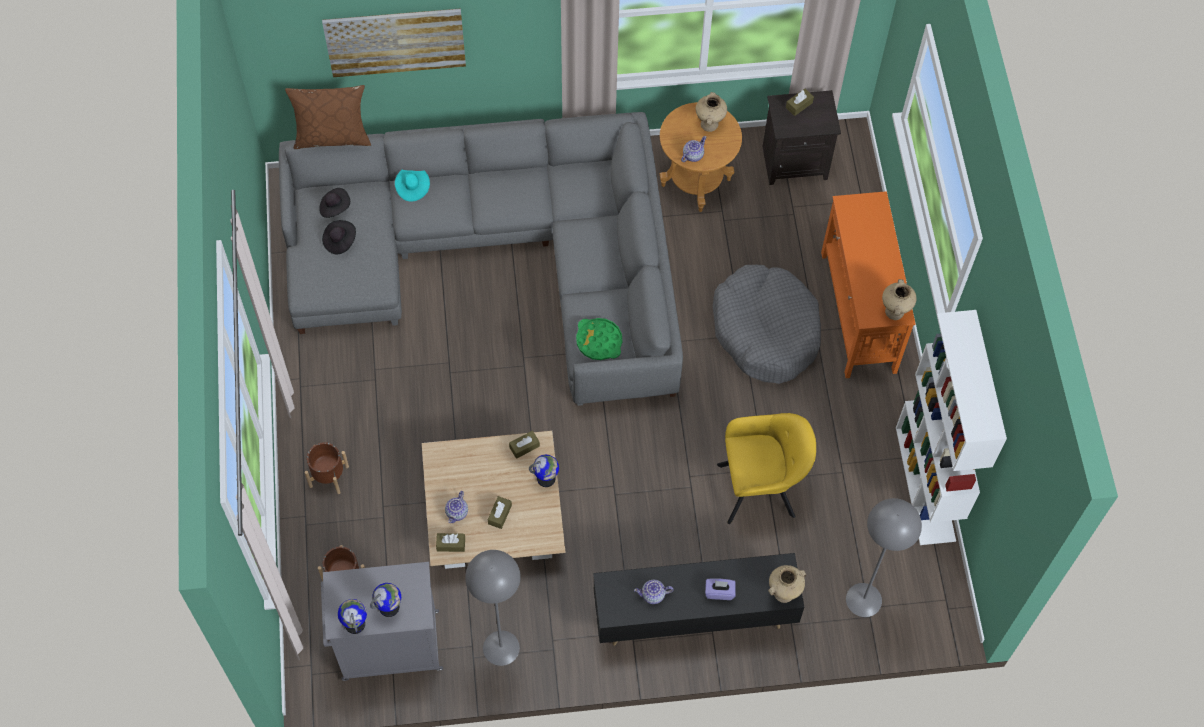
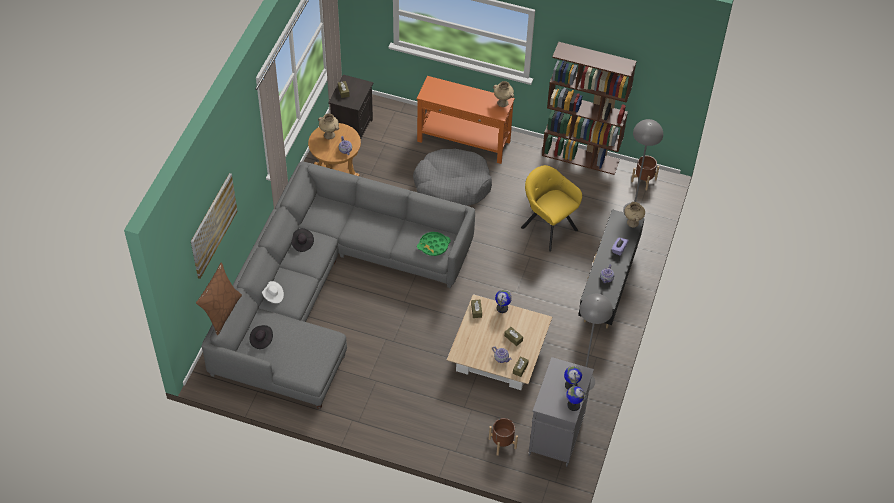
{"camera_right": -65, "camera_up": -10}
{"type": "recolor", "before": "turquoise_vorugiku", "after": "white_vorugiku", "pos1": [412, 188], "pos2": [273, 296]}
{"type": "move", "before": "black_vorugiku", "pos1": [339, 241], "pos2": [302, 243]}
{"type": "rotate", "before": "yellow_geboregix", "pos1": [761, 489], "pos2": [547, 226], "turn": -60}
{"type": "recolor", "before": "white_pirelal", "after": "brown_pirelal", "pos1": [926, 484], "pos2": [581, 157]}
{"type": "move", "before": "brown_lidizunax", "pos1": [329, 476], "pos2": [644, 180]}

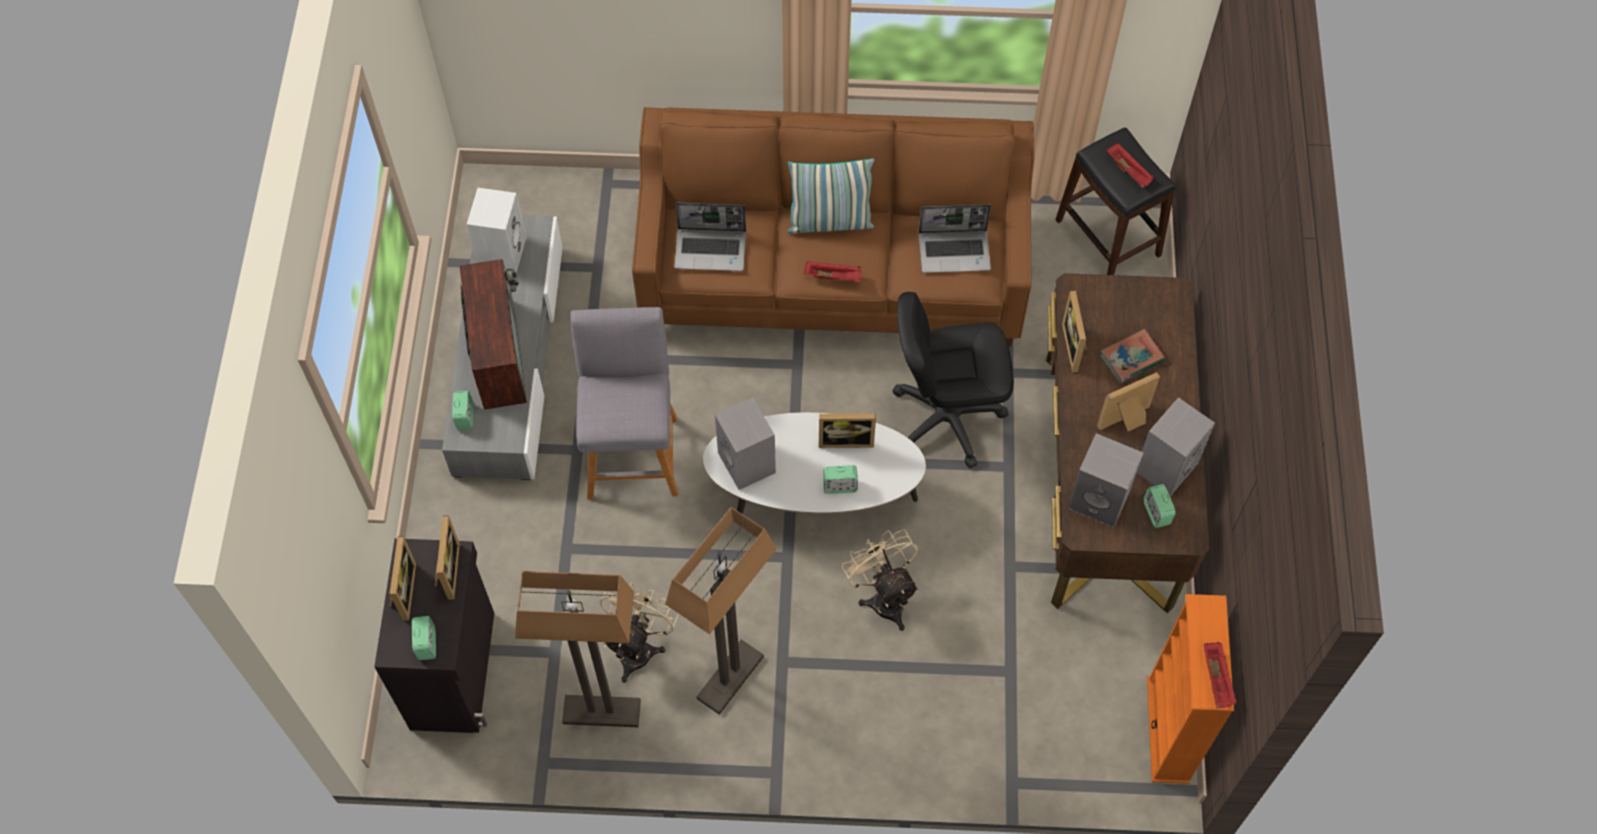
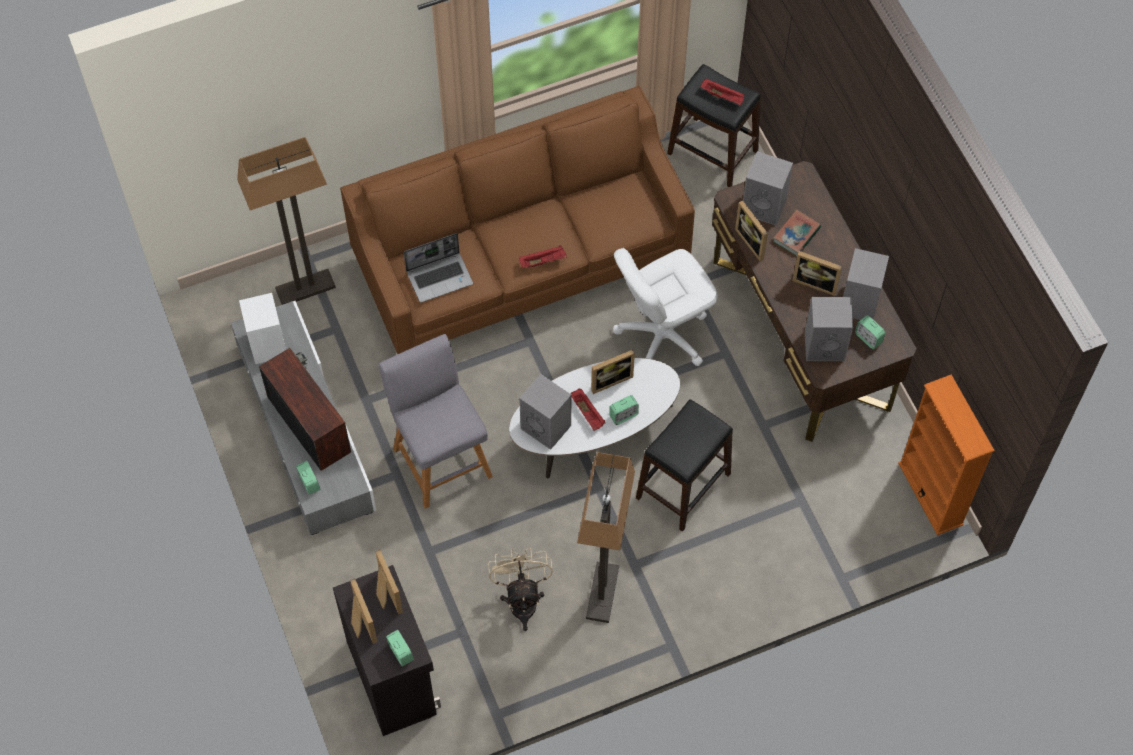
{"camera_right": -25, "camera_up": 0}
{"type": "move", "before": "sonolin", "pos1": [602, 711], "pos2": [305, 288]}
{"type": "move", "before": "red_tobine", "pos1": [1217, 680], "pos2": [588, 413]}
{"type": "recolor", "before": "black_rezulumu", "after": "white_rezulumu", "pos1": [946, 417], "pos2": [662, 335]}
{"type": "replace", "before": "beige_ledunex", "after": "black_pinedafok", "pos1": [884, 596], "pos2": [684, 486]}
{"type": "insert", "after": "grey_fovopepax", "pos2": [765, 206]}
{"type": "rotate", "before": "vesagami", "pos1": [1126, 422], "pos2": [816, 282], "turn": -105}
{"type": "delete", "before": "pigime", "pos1": [830, 222]}
{"type": "delete", "before": "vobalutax", "pos1": [955, 251]}

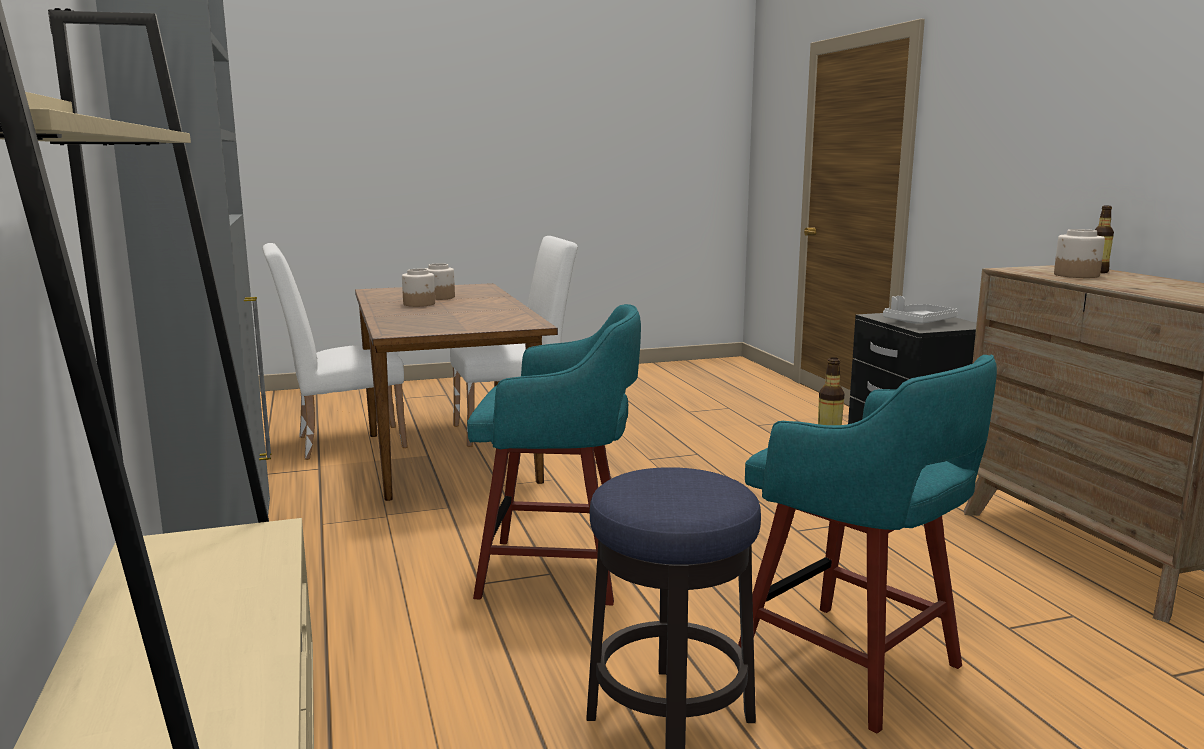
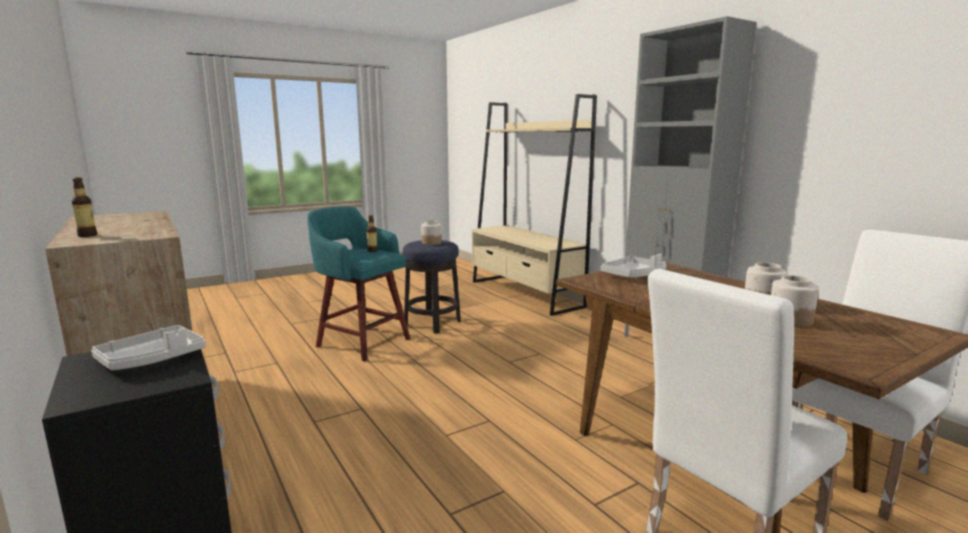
{"camera_right": 165, "camera_up": 0}
{"type": "move", "before": "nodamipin", "pos1": [1077, 275], "pos2": [431, 243]}
{"type": "insert", "after": "grey_tobine", "pos2": [633, 275]}
{"type": "delete", "before": "turquoise_pinedafok", "pos1": [559, 571]}

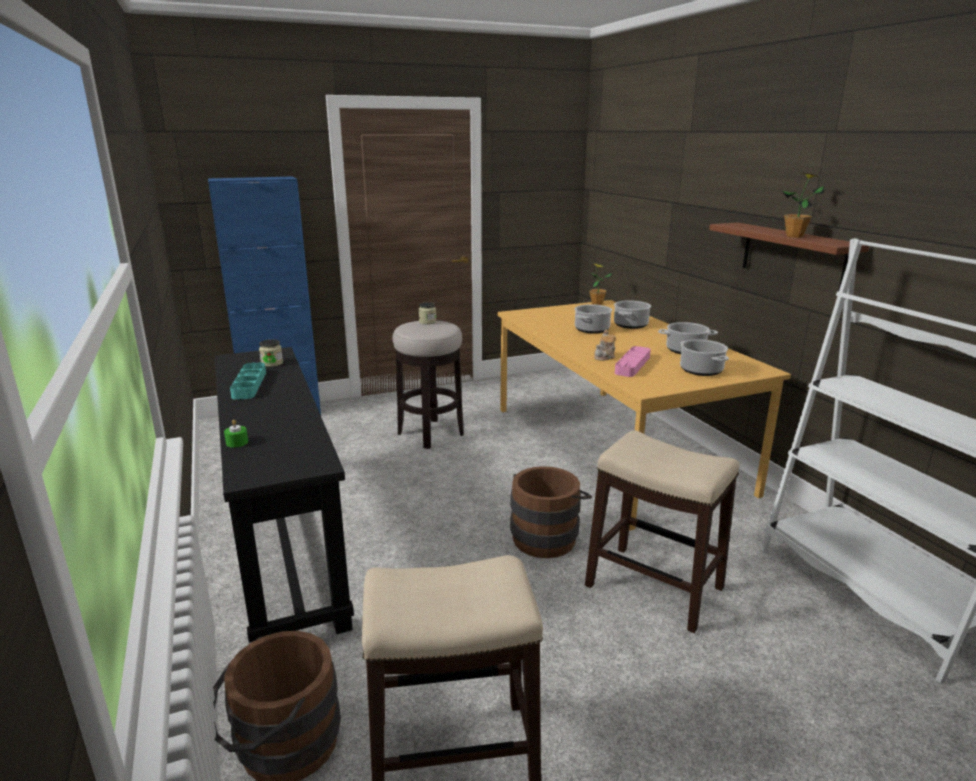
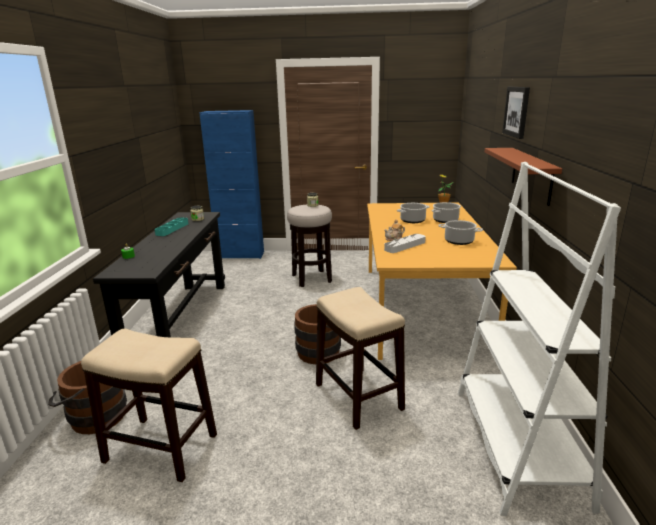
{"camera_right": 25, "camera_up": 0}
{"type": "recolor", "before": "pink_tobine", "after": "grey_tobine", "pos1": [632, 365], "pos2": [405, 246]}
{"type": "insert", "after": "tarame", "pos2": [517, 111]}
{"type": "delete", "before": "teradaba", "pos1": [700, 370]}
{"type": "delete", "before": "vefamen", "pos1": [794, 236]}

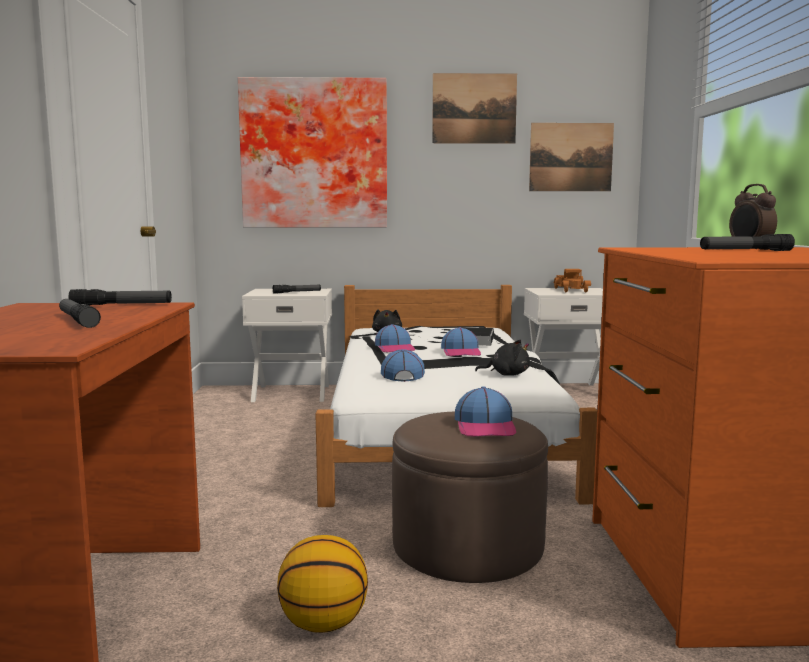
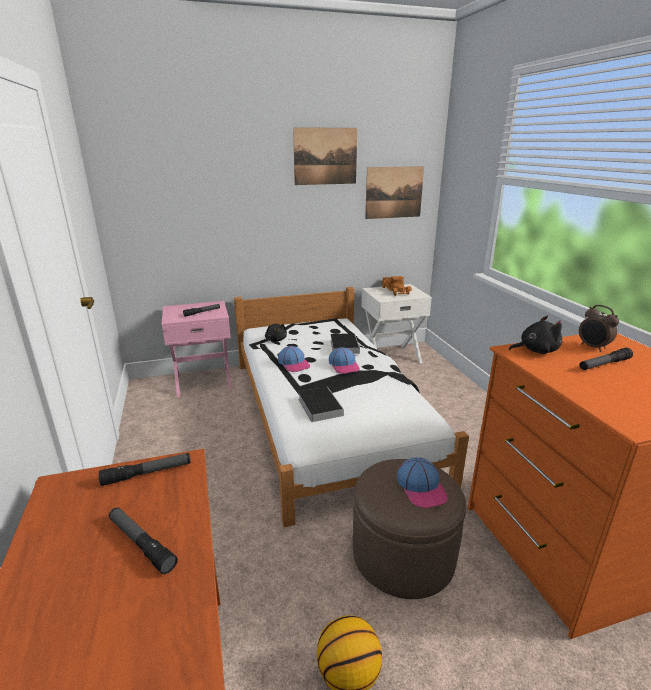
{"camera_right": -15, "camera_up": 15}
{"type": "recolor", "before": "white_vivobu", "after": "pink_vivobu", "pos1": [291, 393], "pos2": [203, 381]}
{"type": "replace", "before": "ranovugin", "after": "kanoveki", "pos1": [401, 374], "pos2": [319, 406]}
{"type": "move", "before": "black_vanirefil", "pos1": [506, 374], "pos2": [535, 350]}
{"type": "delete", "before": "tarame", "pos1": [314, 154]}

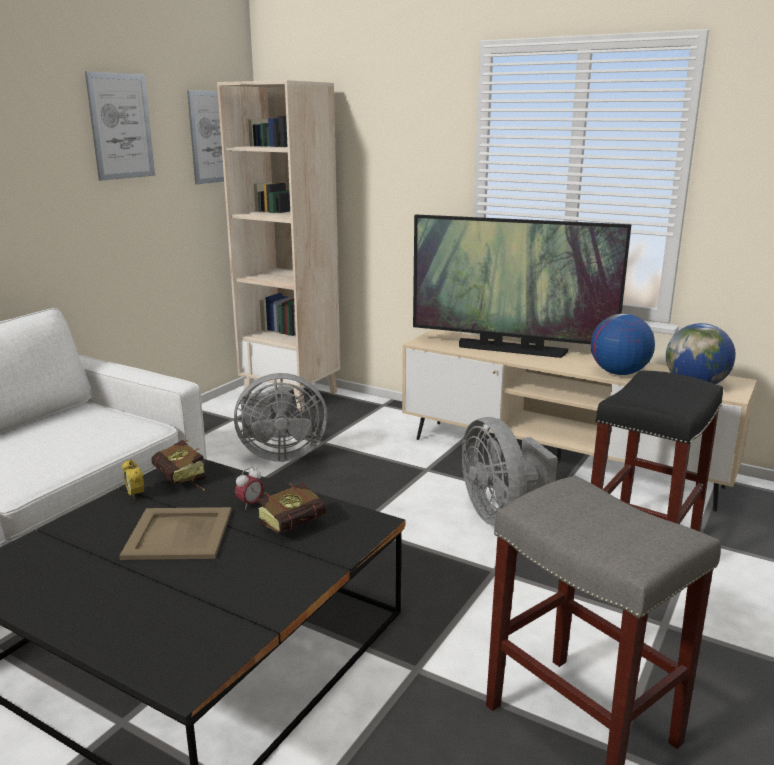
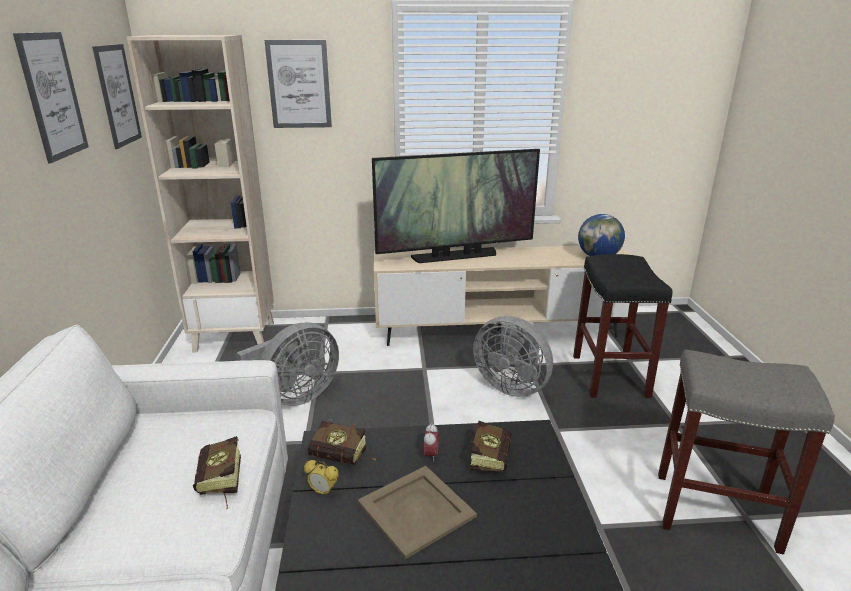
{"camera_right": -35, "camera_up": 5}
{"type": "insert", "after": "kanoveki", "pos2": [220, 485]}
{"type": "insert", "after": "tarame", "pos2": [299, 84]}
{"type": "delete", "before": "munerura", "pos1": [618, 373]}

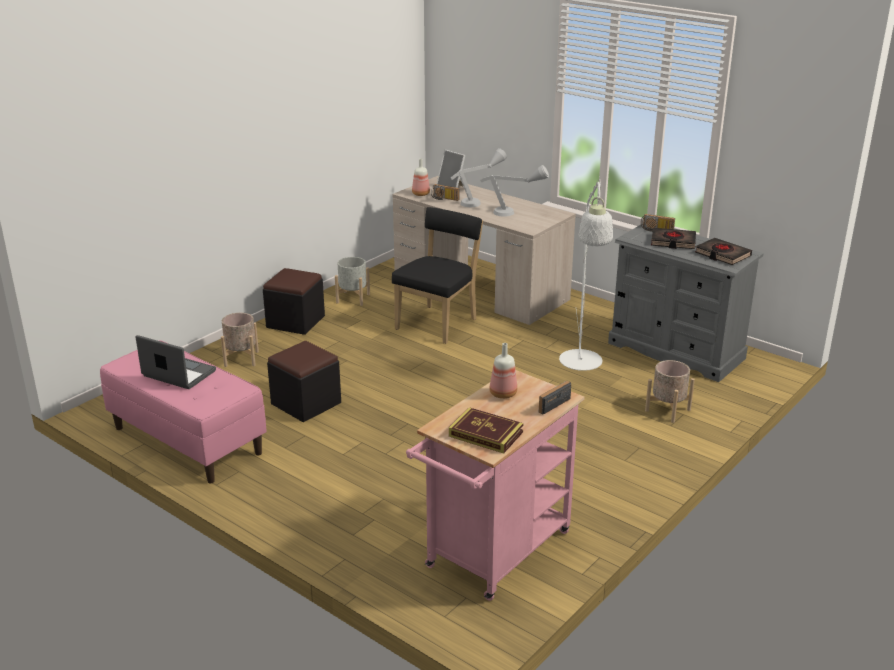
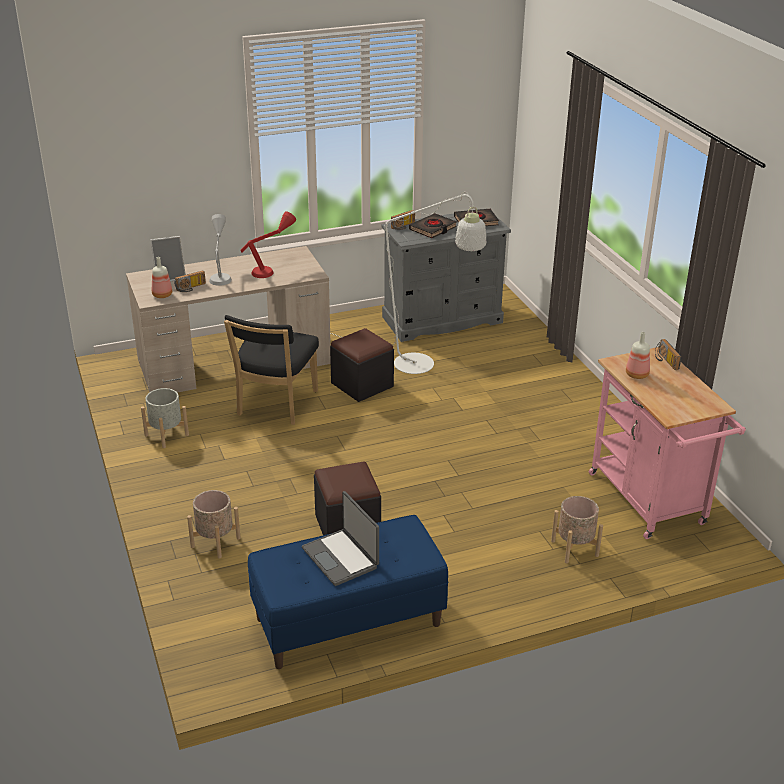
{"camera_right": -60, "camera_up": 5}
{"type": "rotate", "before": "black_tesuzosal", "pos1": [439, 323], "pos2": [275, 405], "turn": -135}
{"type": "recolor", "before": "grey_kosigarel", "after": "red_kosigarel", "pos1": [514, 213], "pos2": [271, 269]}
{"type": "recolor", "before": "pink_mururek", "after": "blue_mururek", "pos1": [186, 440], "pos2": [348, 622]}
{"type": "rotate", "before": "vobalutax", "pos1": [178, 374], "pos2": [341, 558], "turn": -90}
{"type": "move", "before": "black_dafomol", "pos1": [295, 322], "pos2": [362, 385]}
{"type": "move", "before": "beige_lidizunax", "pos1": [668, 410], "pos2": [575, 548]}
{"type": "delete", "before": "kanoveki", "pos1": [486, 434]}

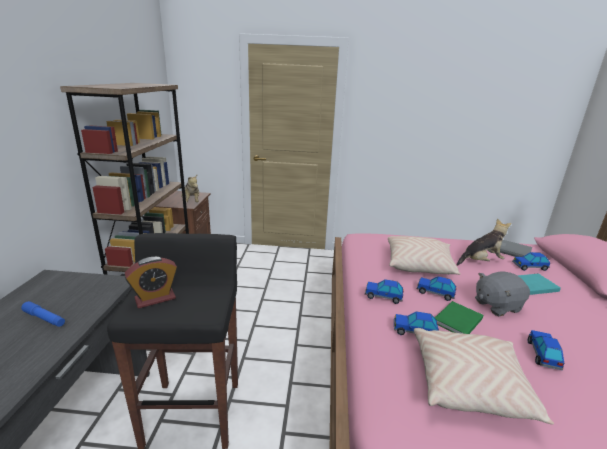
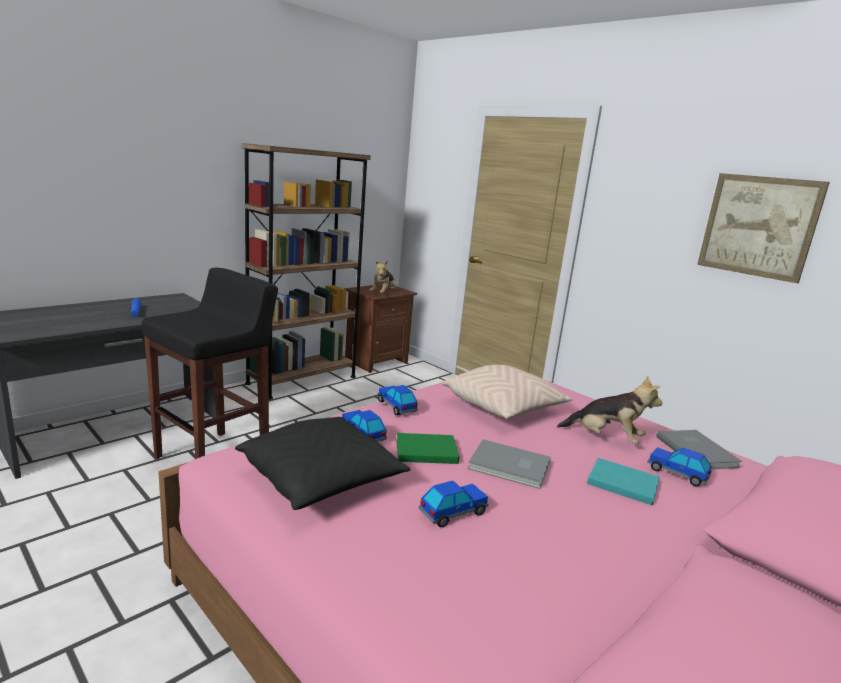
{"camera_right": 40, "camera_up": -5}
{"type": "recolor", "before": "beige_pigime", "after": "black_pigime", "pos1": [469, 384], "pos2": [321, 479]}
{"type": "replace", "before": "grey_vanirefil", "after": "grey_kanoveki", "pos1": [496, 305], "pos2": [510, 467]}
{"type": "insert", "after": "tarame", "pos2": [758, 226]}
{"type": "delete", "before": "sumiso", "pos1": [155, 298]}
{"type": "delete", "before": "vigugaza", "pos1": [435, 293]}

